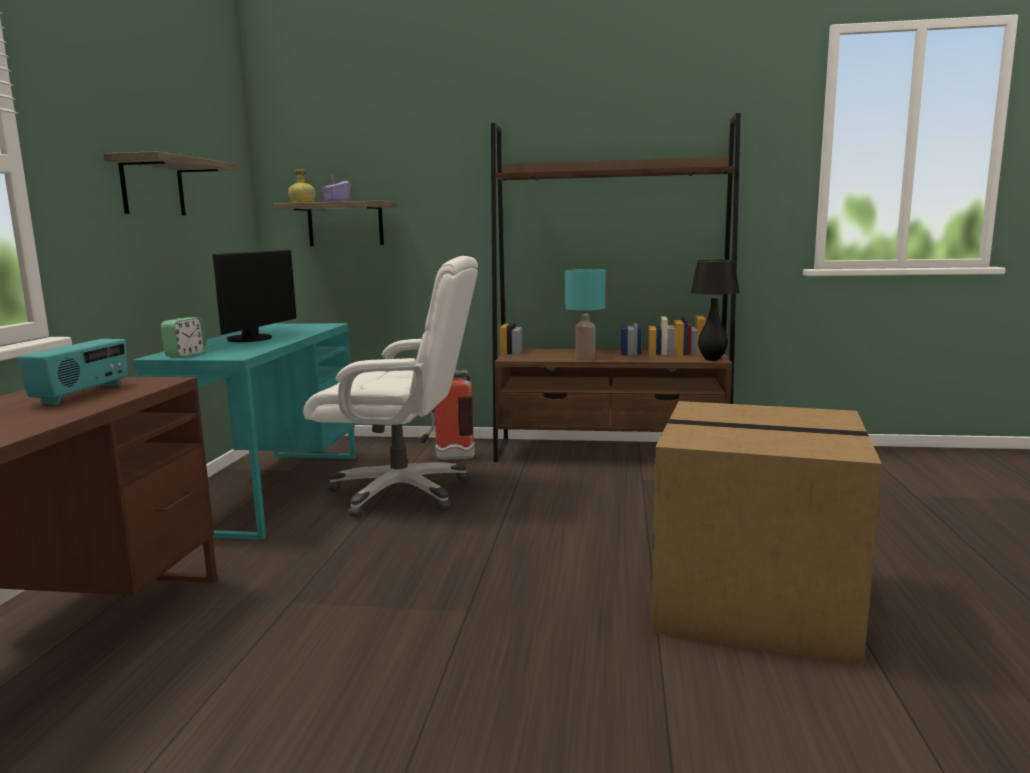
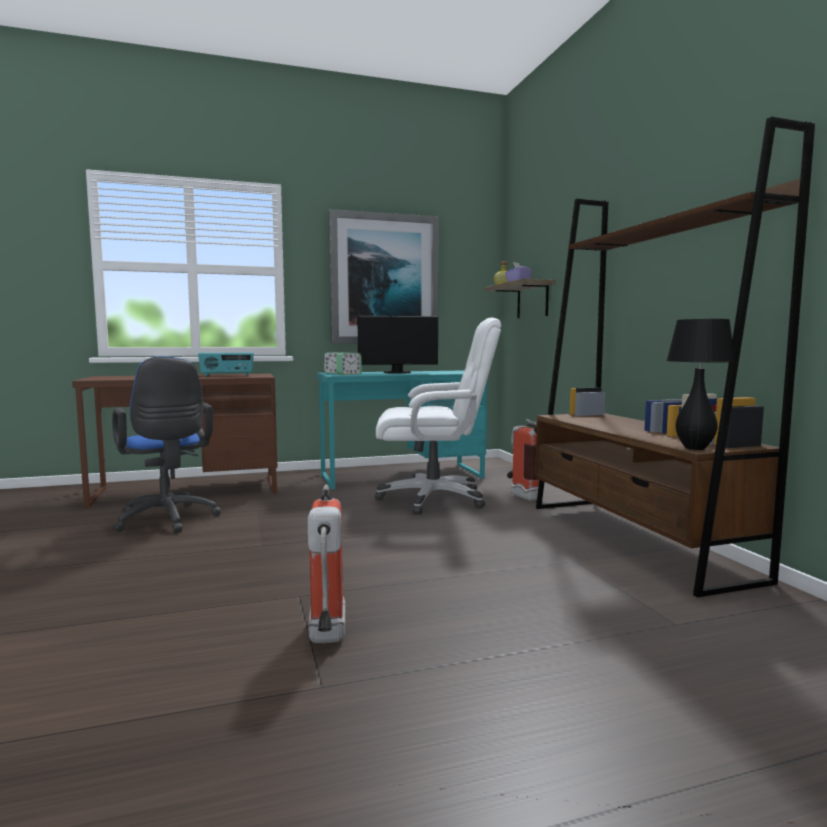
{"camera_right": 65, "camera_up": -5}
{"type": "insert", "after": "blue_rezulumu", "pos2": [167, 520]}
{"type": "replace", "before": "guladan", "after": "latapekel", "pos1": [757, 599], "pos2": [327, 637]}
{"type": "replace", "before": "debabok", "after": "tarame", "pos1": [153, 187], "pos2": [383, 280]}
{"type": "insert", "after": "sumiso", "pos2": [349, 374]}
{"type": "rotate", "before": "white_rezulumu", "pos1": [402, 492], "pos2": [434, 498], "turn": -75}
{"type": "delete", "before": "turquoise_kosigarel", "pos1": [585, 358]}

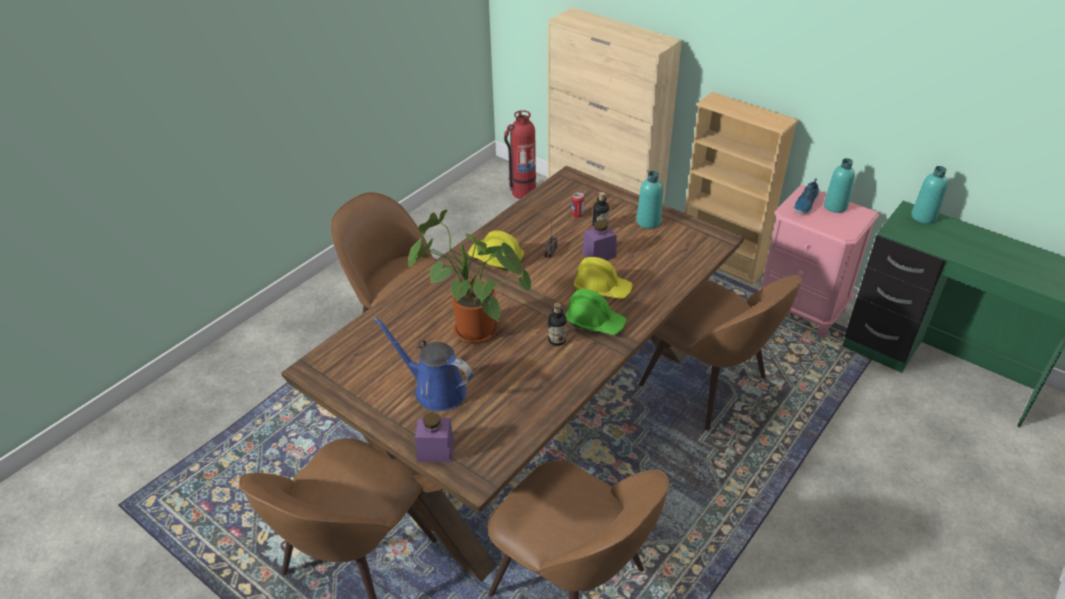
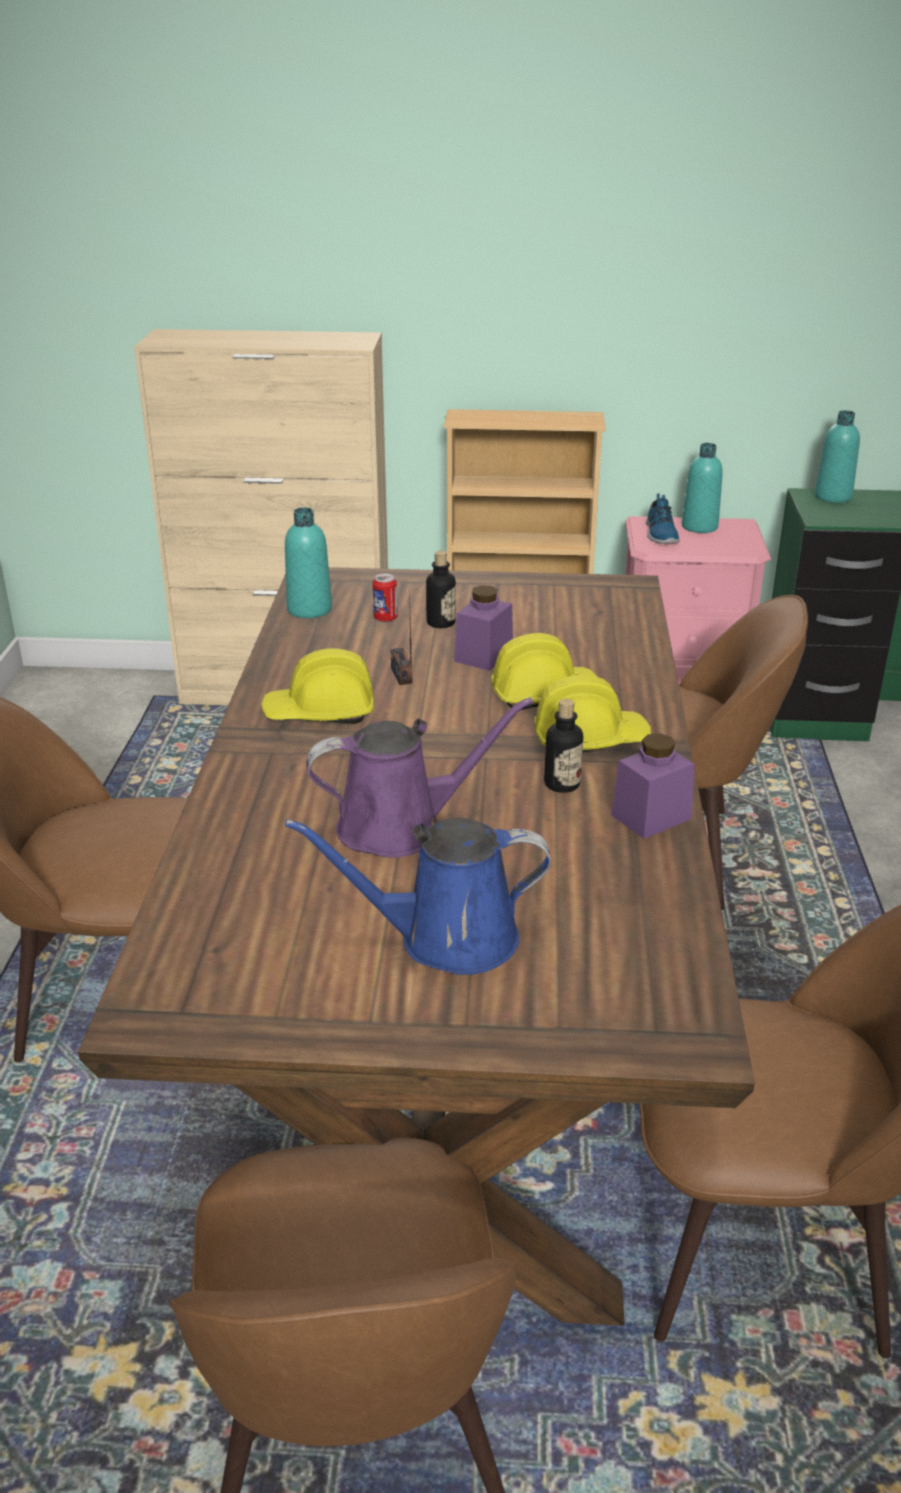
{"camera_right": -35, "camera_up": -10}
{"type": "move", "before": "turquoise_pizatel", "pos1": [648, 222], "pos2": [309, 609]}
{"type": "replace", "before": "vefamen", "after": "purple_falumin", "pos1": [470, 331], "pos2": [400, 826]}
{"type": "recolor", "before": "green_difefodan", "after": "yellow_difefodan", "pos1": [595, 322], "pos2": [589, 739]}
{"type": "move", "before": "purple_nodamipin", "pos1": [435, 451], "pos2": [651, 817]}
{"type": "delete", "before": "latapekel", "pos1": [523, 192]}

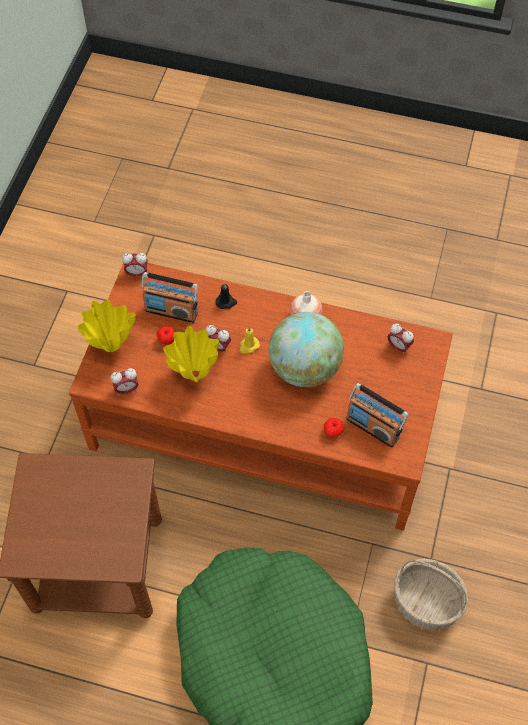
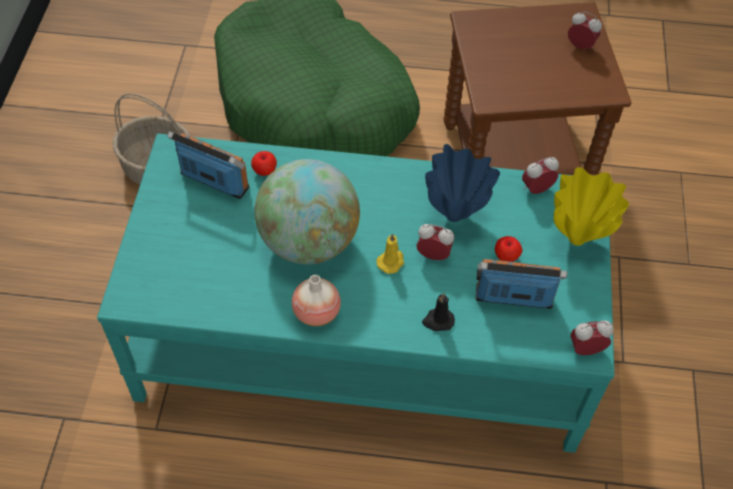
{"camera_right": 170, "camera_up": -5}
{"type": "recolor", "before": "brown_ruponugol", "after": "turquoise_ruponugol", "pos1": [265, 421], "pos2": [362, 334]}
{"type": "recolor", "before": "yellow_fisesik", "after": "blue_fisesik", "pos1": [195, 374], "pos2": [454, 217]}
{"type": "move", "before": "sumiso", "pos1": [398, 347], "pos2": [580, 46]}

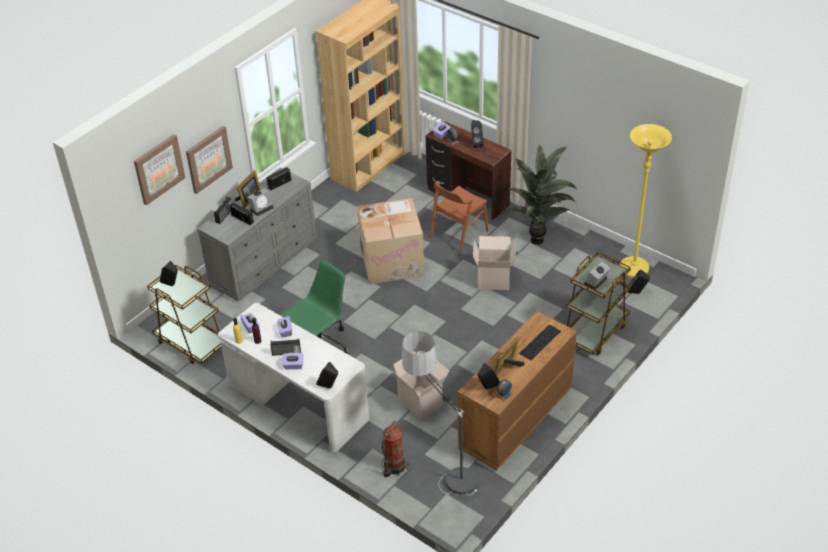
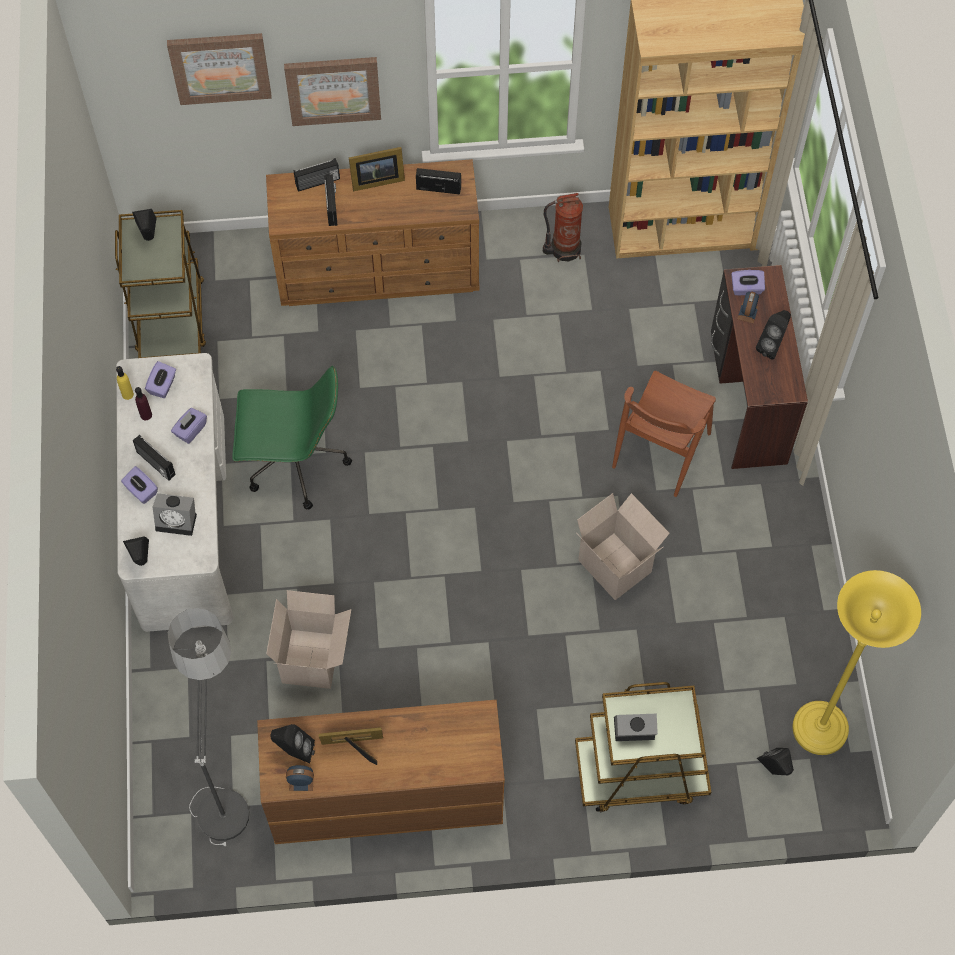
{"camera_right": 45, "camera_up": 20}
{"type": "move", "before": "sumiso", "pos1": [261, 208], "pos2": [178, 520]}
{"type": "recolor", "before": "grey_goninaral", "after": "brown_goninaral", "pos1": [264, 262], "pos2": [380, 271]}
{"type": "move", "before": "latapekel", "pos1": [393, 466], "pos2": [563, 248]}
{"type": "rotate", "before": "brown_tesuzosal", "pos1": [458, 234], "pos2": [661, 450], "turn": -60}
{"type": "delete", "before": "guladan", "pos1": [392, 260]}
{"type": "delete", "before": "vefamen", "pos1": [539, 238]}
{"type": "delete", "before": "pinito", "pos1": [540, 342]}

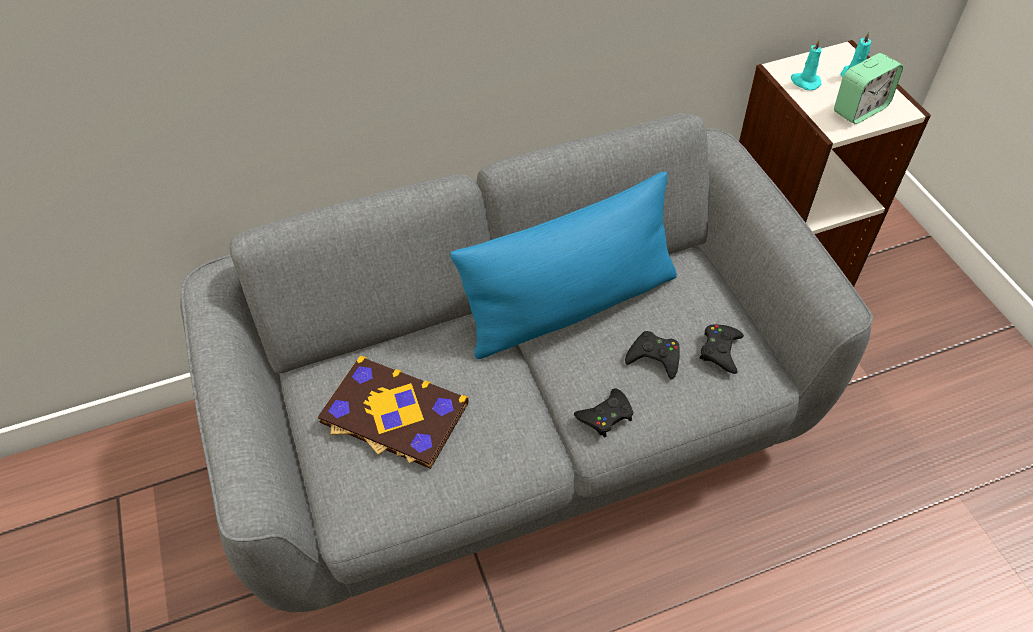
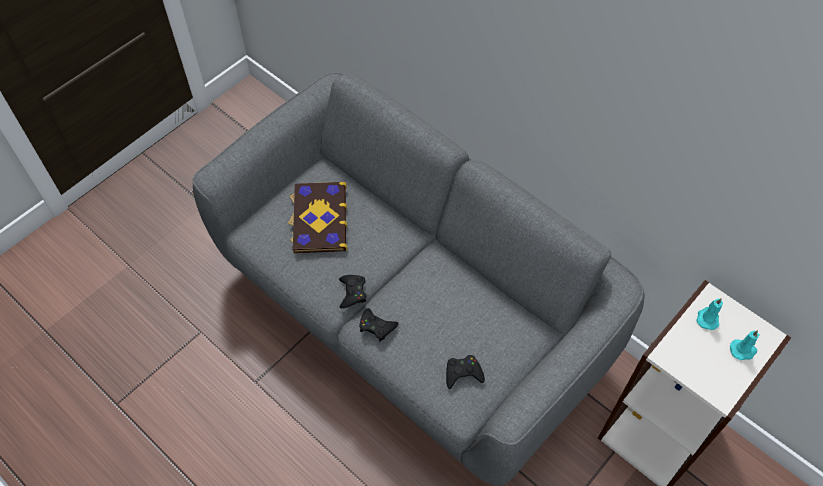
{"camera_right": 60, "camera_up": 5}
{"type": "move", "before": "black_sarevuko", "pos1": [654, 357], "pos2": [352, 293]}
{"type": "delete", "before": "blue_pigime", "pos1": [571, 305]}
{"type": "delete", "before": "sumiso", "pos1": [860, 110]}

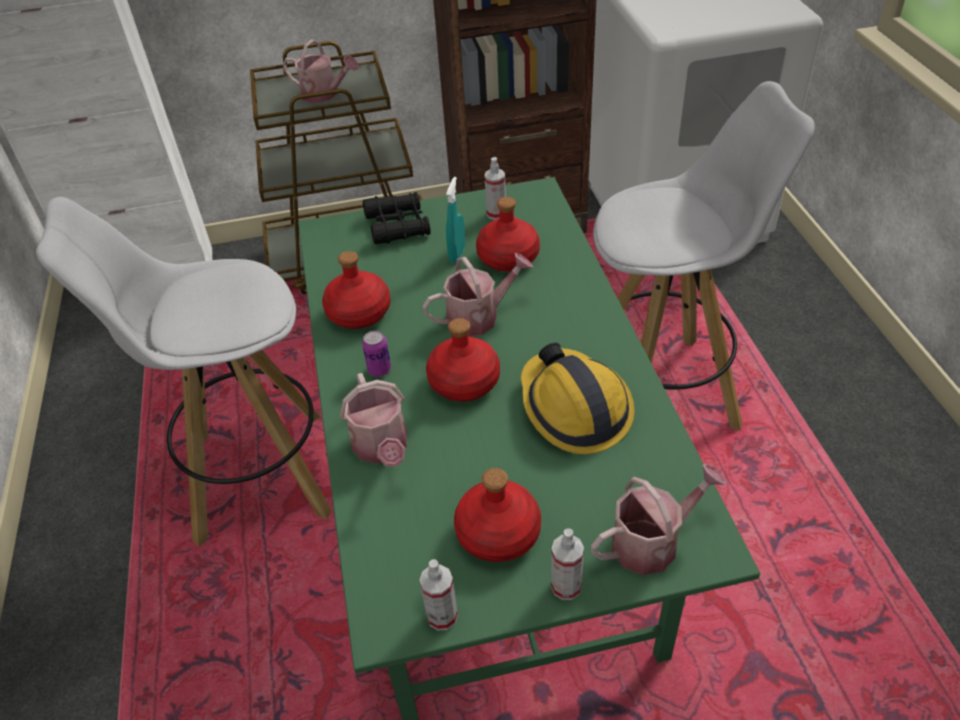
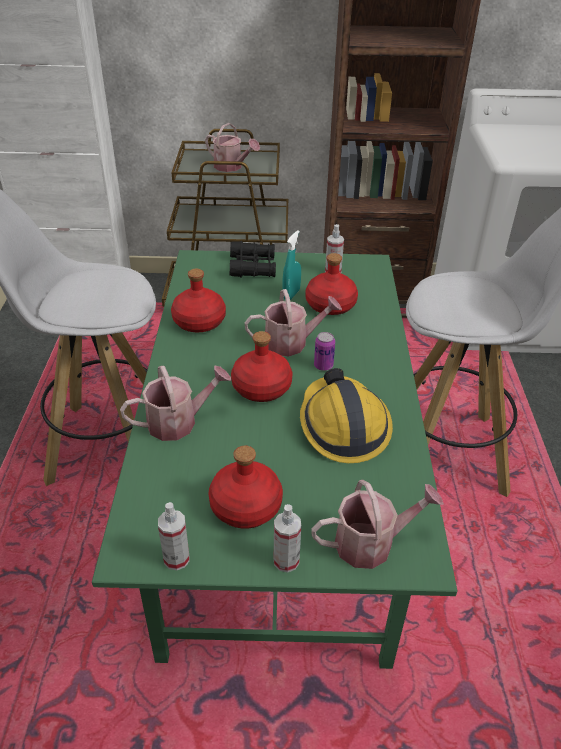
{"camera_right": 10, "camera_up": -5}
{"type": "rotate", "before": "falumin", "pos1": [382, 448], "pos2": [178, 422], "turn": -105}
{"type": "move", "before": "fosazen", "pos1": [379, 370], "pos2": [323, 366]}

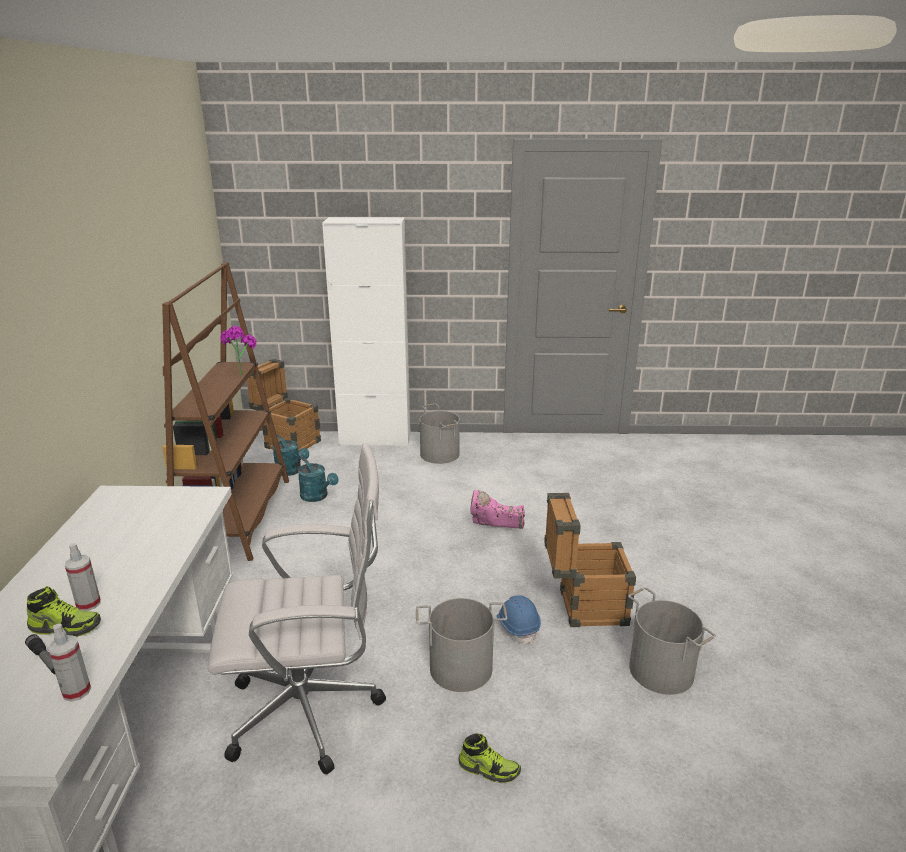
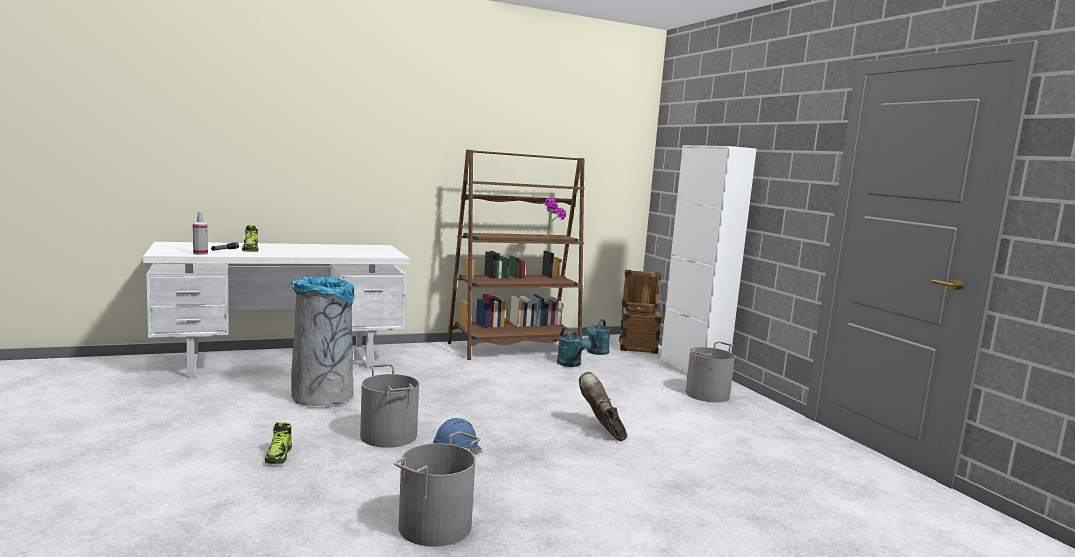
{"camera_right": 65, "camera_up": -15}
{"type": "replace", "before": "white_rezulumu", "after": "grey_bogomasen", "pos1": [312, 711], "pos2": [322, 397]}
{"type": "rotate", "before": "turquoise_falumin", "pos1": [317, 497], "pos2": [571, 364], "turn": -45}
{"type": "recolor", "before": "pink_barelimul", "after": "brown_barelimul", "pos1": [495, 530], "pos2": [602, 430]}
{"type": "delete", "before": "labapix", "pos1": [88, 604]}
{"type": "delete", "before": "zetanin", "pos1": [583, 607]}

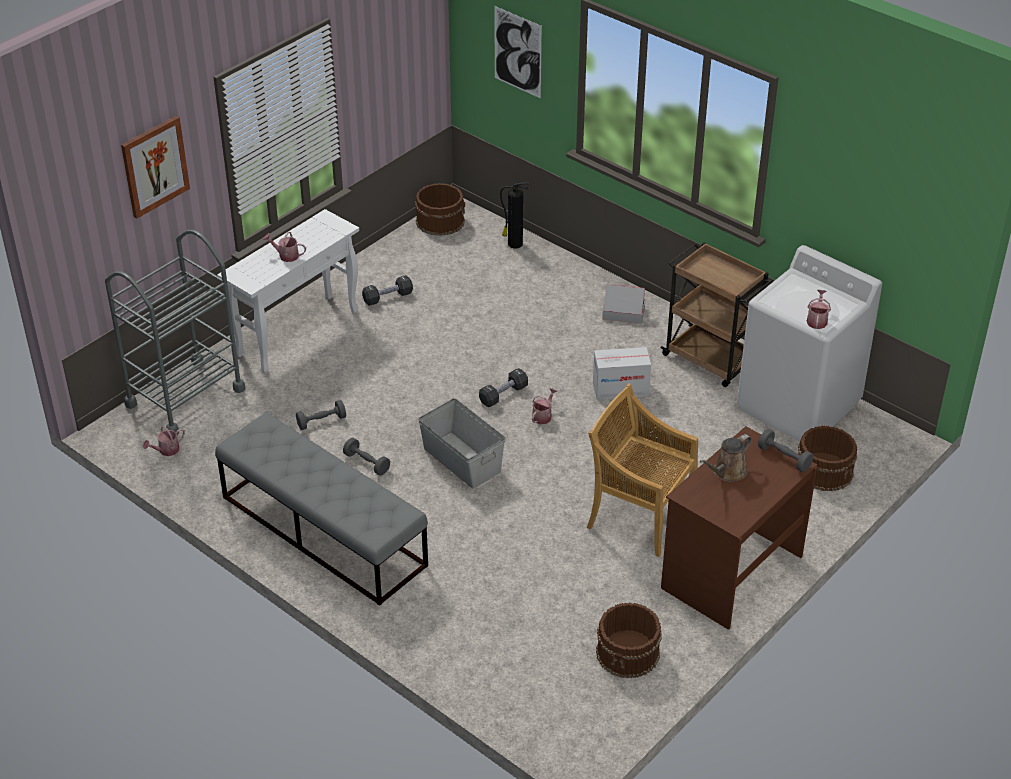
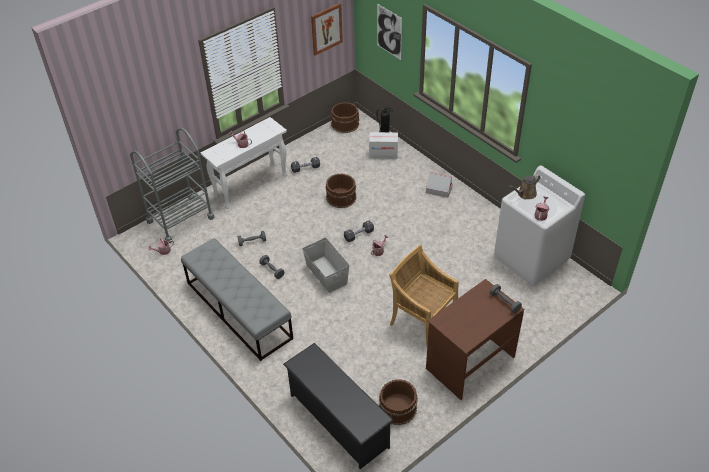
{"camera_right": 10, "camera_up": 5}
{"type": "insert", "after": "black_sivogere", "pos2": [338, 420]}
{"type": "move", "before": "tarame", "pos1": [154, 166], "pos2": [326, 29]}
{"type": "move", "before": "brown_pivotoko", "pos1": [824, 471], "pos2": [341, 197]}
{"type": "move", "before": "guladan", "pos1": [620, 389], "pos2": [383, 154]}
{"type": "move", "before": "brown_falumin", "pos1": [727, 472], "pos2": [525, 194]}
{"type": "delete", "before": "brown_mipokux", "pos1": [711, 360]}

